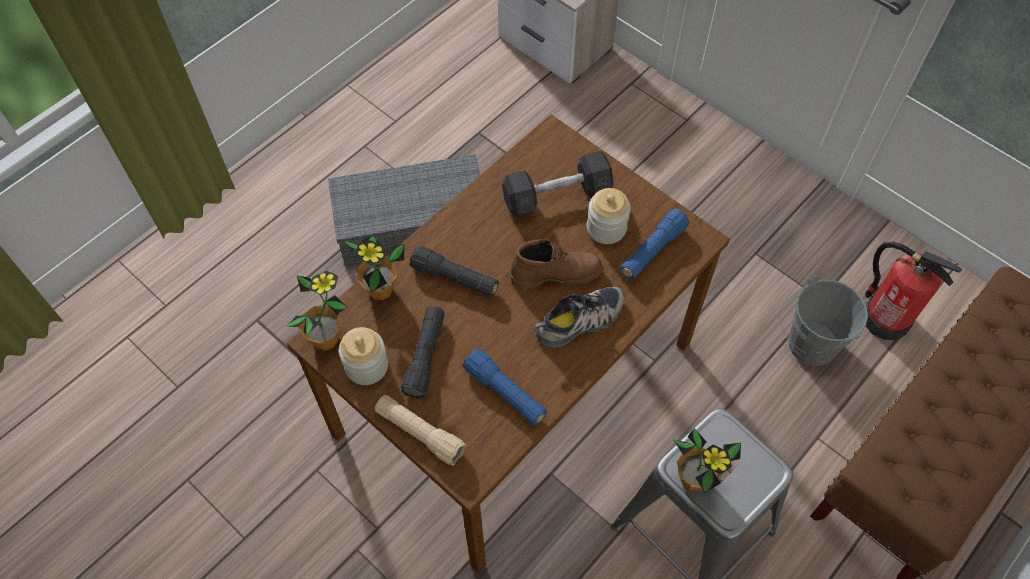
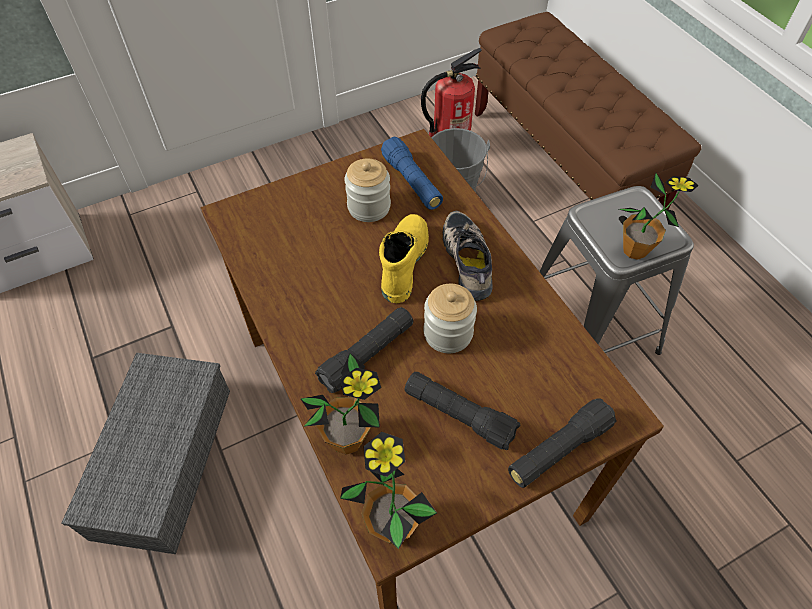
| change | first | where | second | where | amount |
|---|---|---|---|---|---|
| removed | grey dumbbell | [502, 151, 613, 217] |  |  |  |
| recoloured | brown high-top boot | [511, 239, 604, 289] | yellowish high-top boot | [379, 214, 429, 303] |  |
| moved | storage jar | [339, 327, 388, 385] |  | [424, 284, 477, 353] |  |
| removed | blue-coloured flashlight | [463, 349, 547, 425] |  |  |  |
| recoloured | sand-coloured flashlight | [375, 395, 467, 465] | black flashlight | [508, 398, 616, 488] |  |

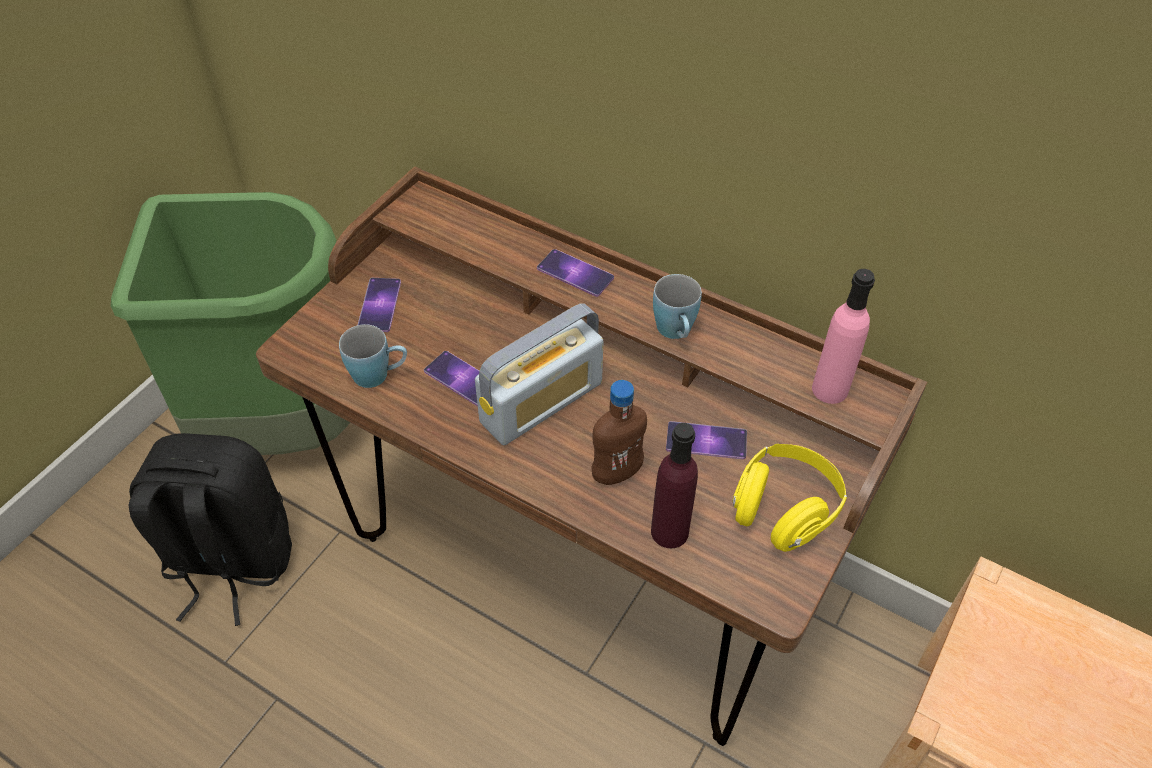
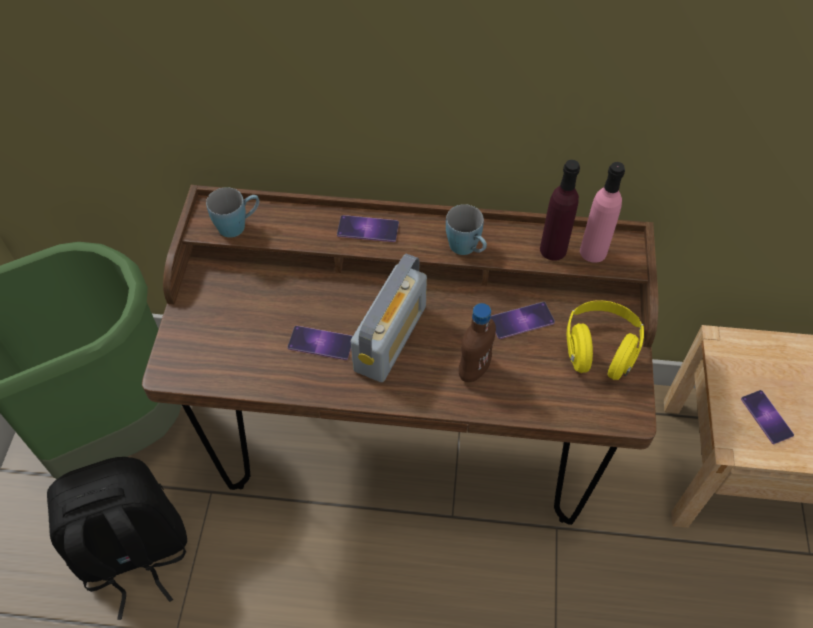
| change | first | where | second | where | amount |
|---|---|---|---|---|---|
| moved | phone | [358, 278, 401, 332] |  | [741, 390, 794, 444] |  |
| moved | blue-coloured tea mug | [339, 324, 407, 388] |  | [206, 187, 259, 238] |  |
| moved | purplish beverage bottle | [651, 423, 698, 548] |  | [540, 160, 580, 261] |  |

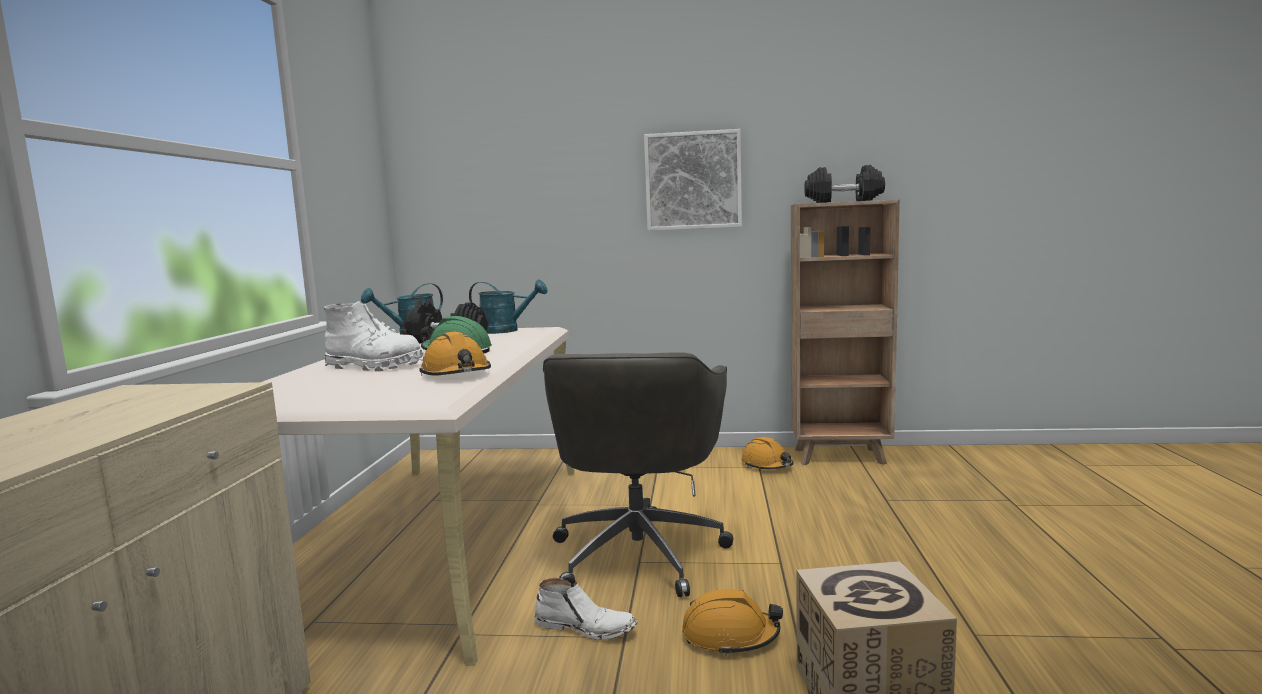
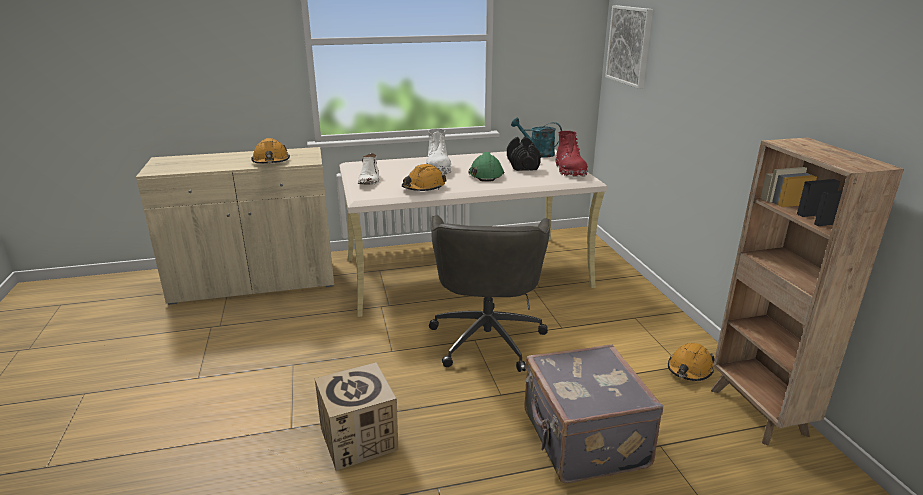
| change | first | where | second | where | amount |
|---|---|---|---|---|---|
| moved | wall picture | [644, 129, 742, 231] |  | [605, 5, 653, 89] |  |
| removed | black dumbbell | [804, 165, 885, 203] |  |  |  |
| replaced | turquoise-coloured watering pot | [469, 279, 548, 334] | red high-top boot | [555, 131, 588, 177] |  |
| turned | grey desk chair | [543, 352, 733, 597] |  | [429, 215, 551, 372] | 75 degrees counterclockwise |
| moved | white-coloured high-top boot | [534, 578, 637, 640] |  | [358, 153, 379, 184] |  |
| moved | orange-coloured safety helmet | [682, 589, 783, 656] |  | [251, 138, 290, 163] |  |
| added |  |  | grey piece of luggage | [524, 344, 663, 483] |  |

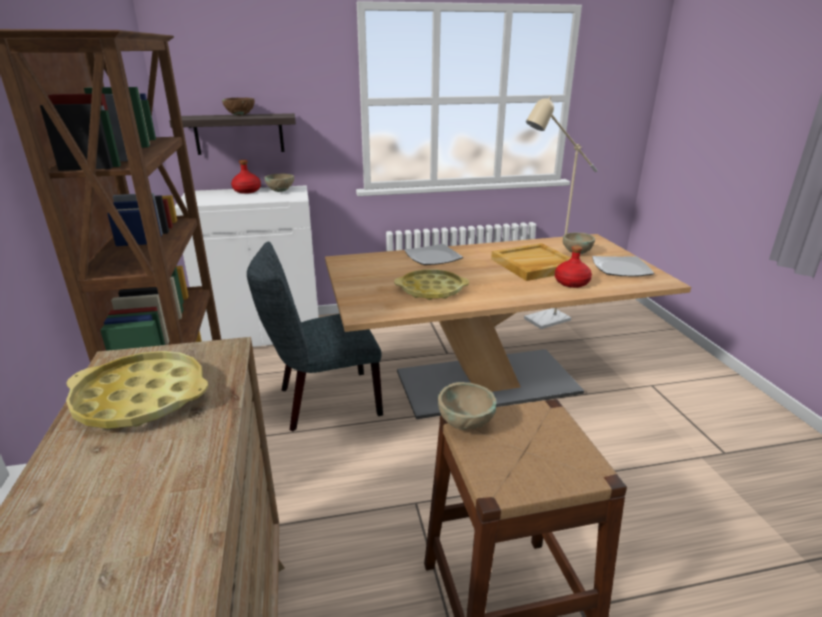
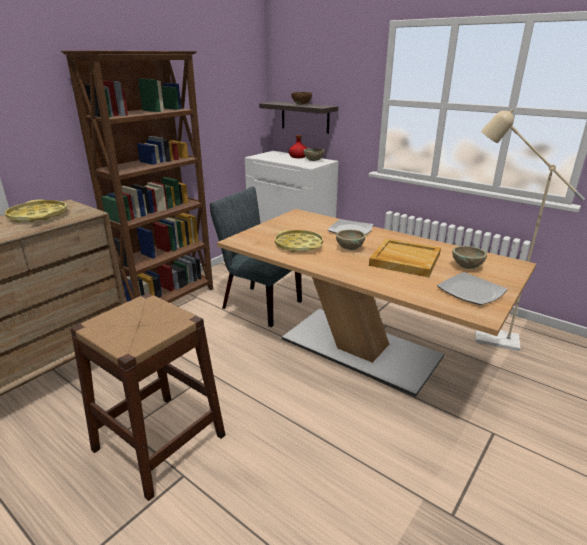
| change | first | where | second | where | amount |
|---|---|---|---|---|---|
| removed | red beverage bottle | [555, 246, 592, 288] |  |  |  |
| moved | sand-coloured deep dish | [438, 382, 497, 430] |  | [336, 230, 365, 250] |  |

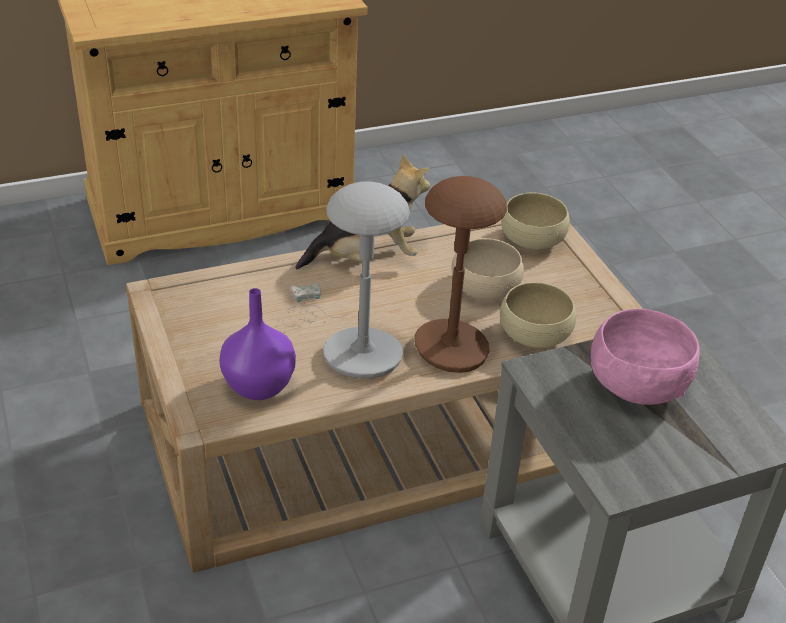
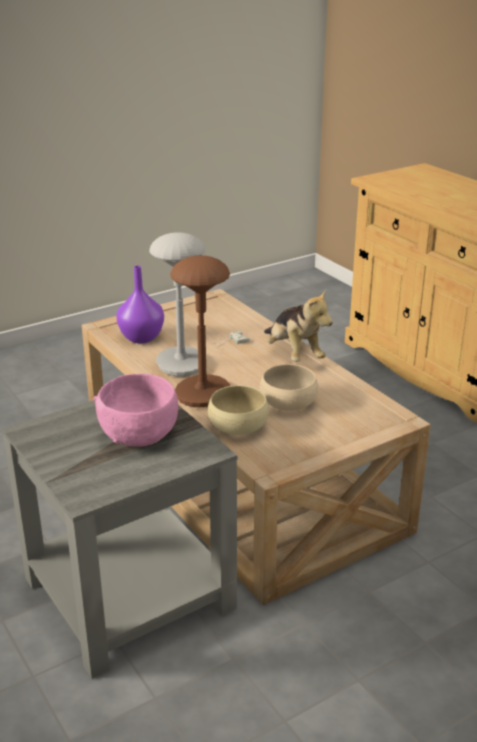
| change | first | where | second | where | amount |
|---|---|---|---|---|---|
| removed | sand-coloured deep dish | [501, 193, 570, 249] |  |  |  |

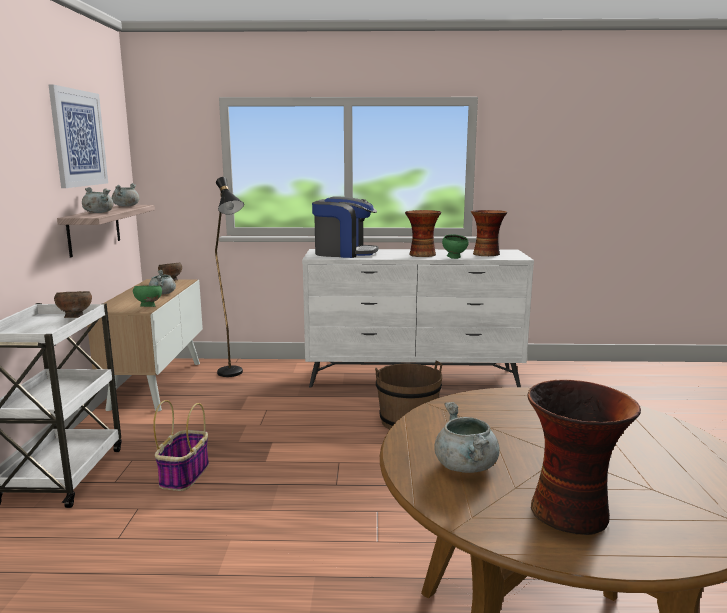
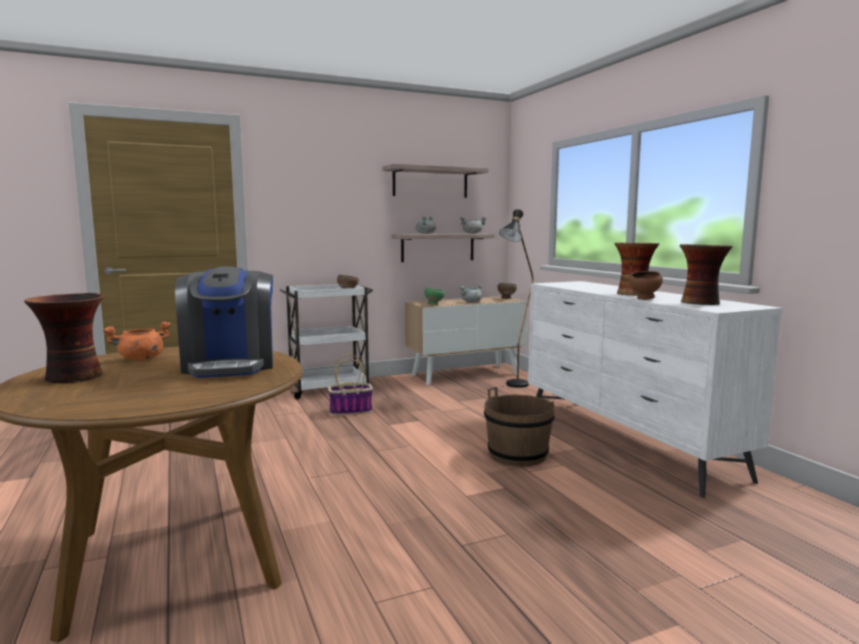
| change | first | where | second | where | amount |
|---|---|---|---|---|---|
| replaced | wall picture | [49, 85, 108, 188] | wall shelf | [382, 164, 489, 198] |  |
| moved | coffee brewer | [312, 196, 378, 258] |  | [175, 266, 273, 378] |  |
| recoloured | greenish deep dish | [442, 234, 469, 259] | brown deep dish | [629, 271, 663, 300] |  |
| recoloured | grey cooking pot | [435, 402, 500, 473] | orange-coloured cooking pot | [103, 321, 171, 361] |  |

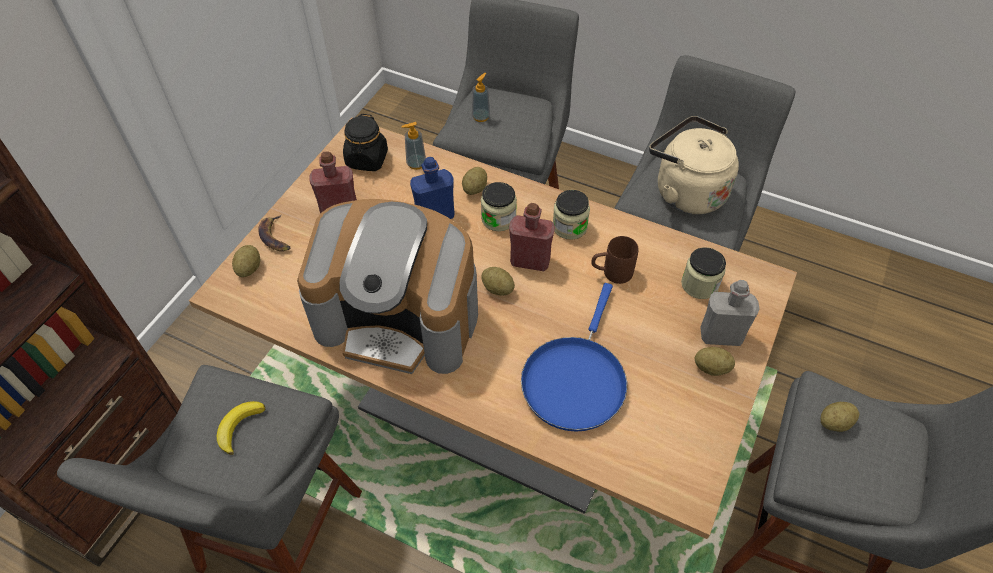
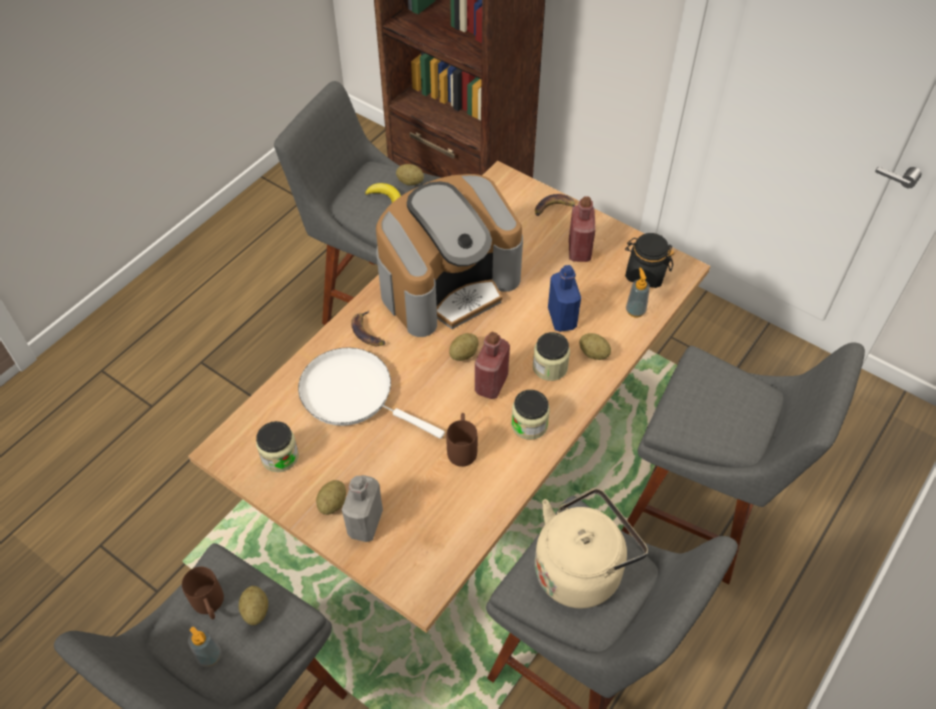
| change | first | where | second | where | amount |
|---|---|---|---|---|---|
| moved | liquid soap bottle | [472, 73, 490, 122] |  | [188, 627, 222, 667] |  |
| turned | coffee brewer | [297, 199, 478, 374] |  | [376, 174, 523, 337] | 150 degrees counterclockwise |
| moved | spud | [232, 245, 261, 277] |  | [396, 164, 424, 186] |  |
| moved | storage jar | [681, 247, 726, 299] |  | [256, 421, 299, 472] |  |
| recoloured | blue-coloured frying pan | [521, 283, 627, 432] | white-coloured frying pan | [298, 347, 445, 439] |  |
| added |  |  | whole banana | [351, 311, 385, 346] |  |
| added |  |  | brown tea mug | [182, 567, 224, 619] |  |

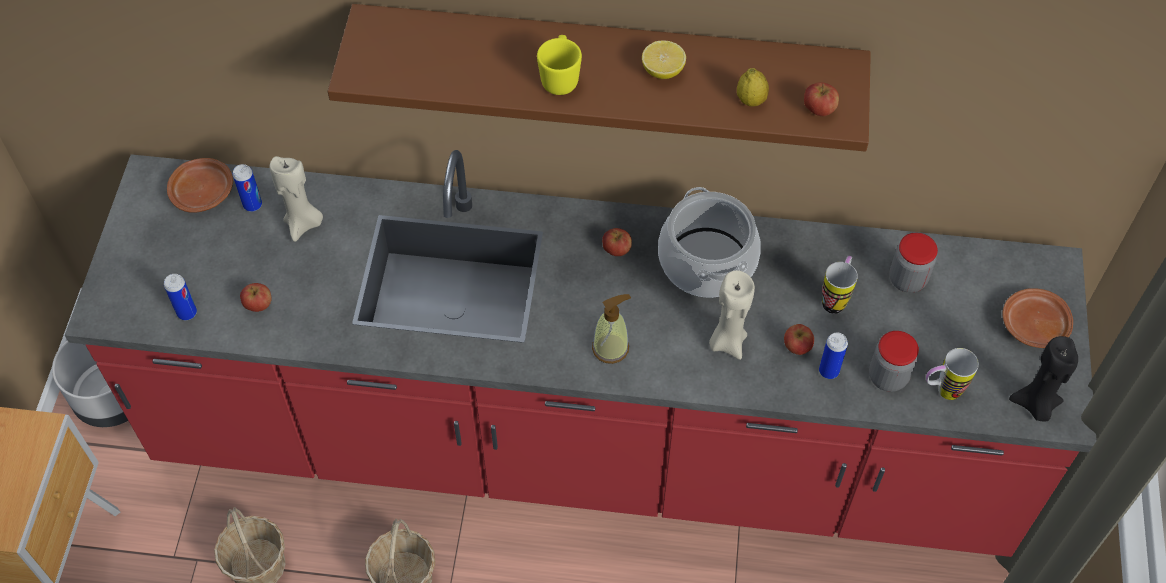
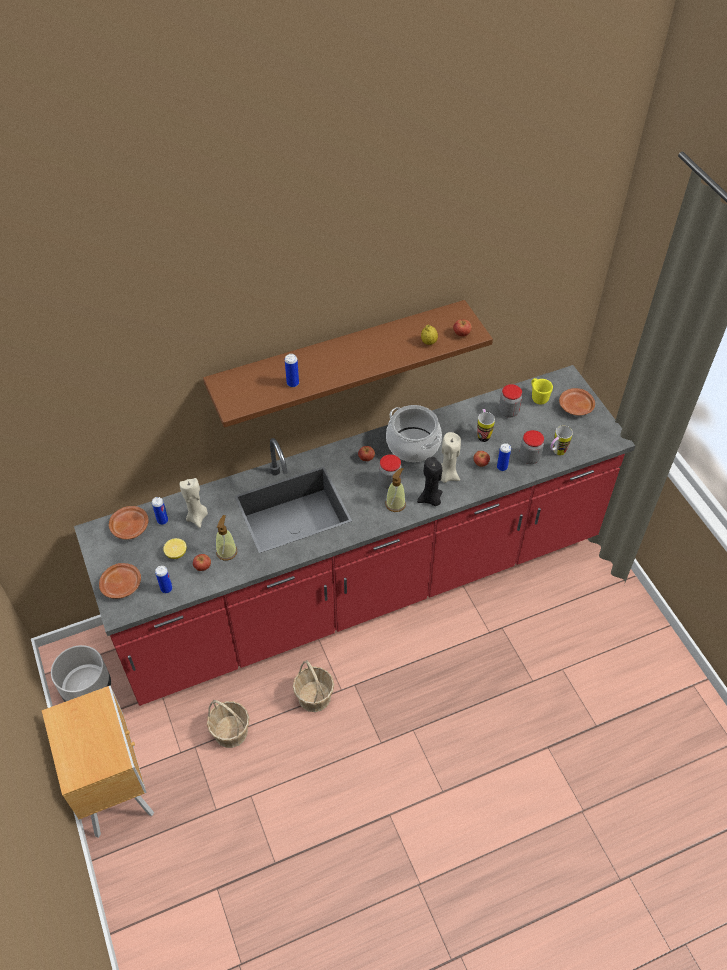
| change | first | where | second | where | amount |
|---|---|---|---|---|---|
| moved | yellowish tea mug | [537, 35, 582, 95] |  | [531, 378, 553, 404] |  |
| moved | lemon | [642, 41, 686, 79] |  | [163, 538, 186, 559] |  |
| moved | black candle | [1009, 336, 1078, 422] |  | [417, 457, 443, 506] |  |
| added |  |  | sealed can | [285, 354, 299, 387] |  |
| added |  |  | storage jar | [379, 454, 402, 489] |  |
| added |  |  | liquid soap bottle | [216, 515, 237, 561] |  |
| added |  |  | brown plate | [99, 563, 141, 599] |  |

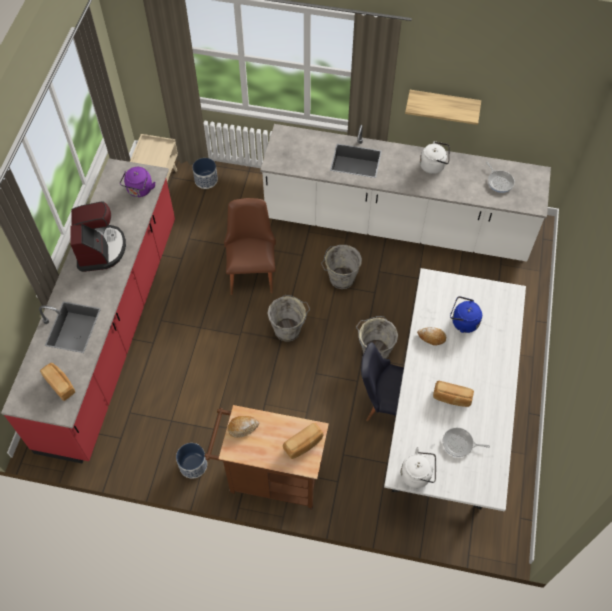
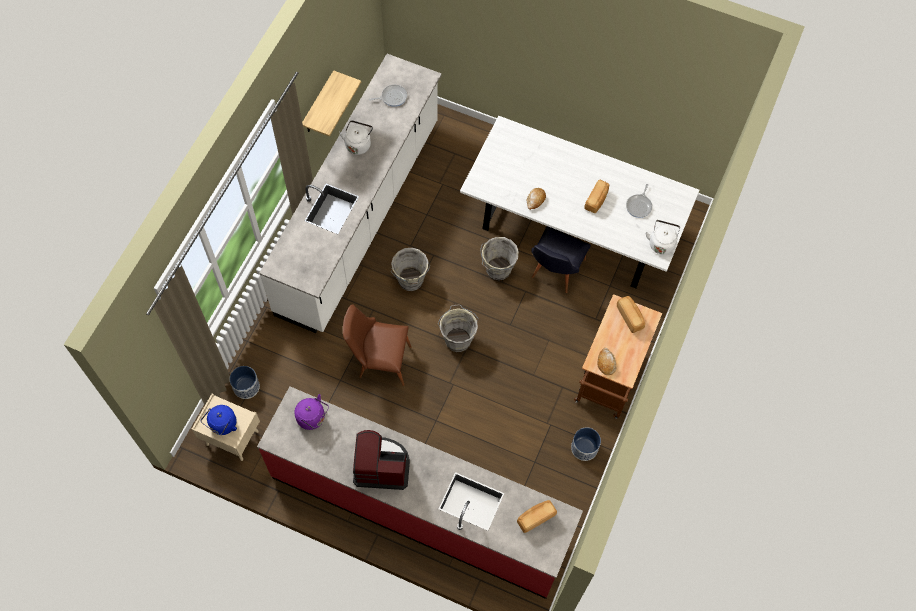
| change | first | where | second | where | amount |
|---|---|---|---|---|---|
| moved | blue-coloured tea kettle | [450, 296, 482, 333] |  | [201, 405, 237, 435] |  |

